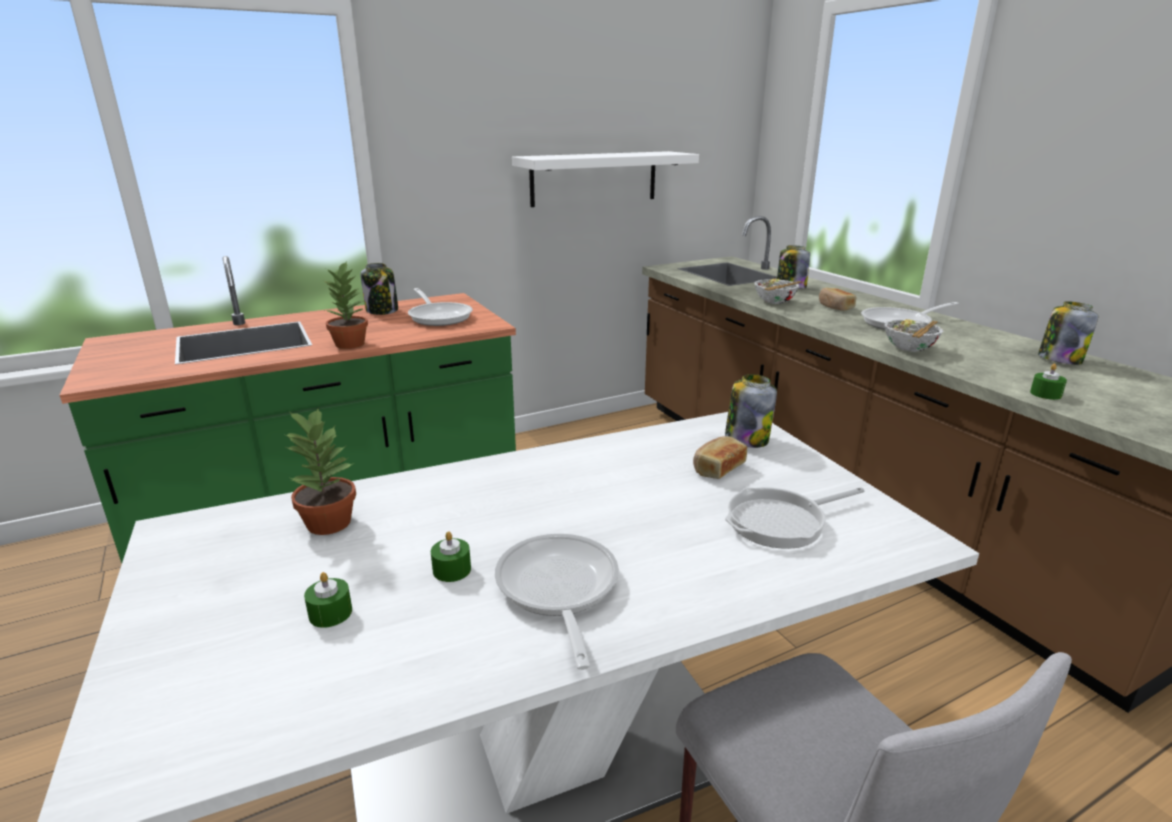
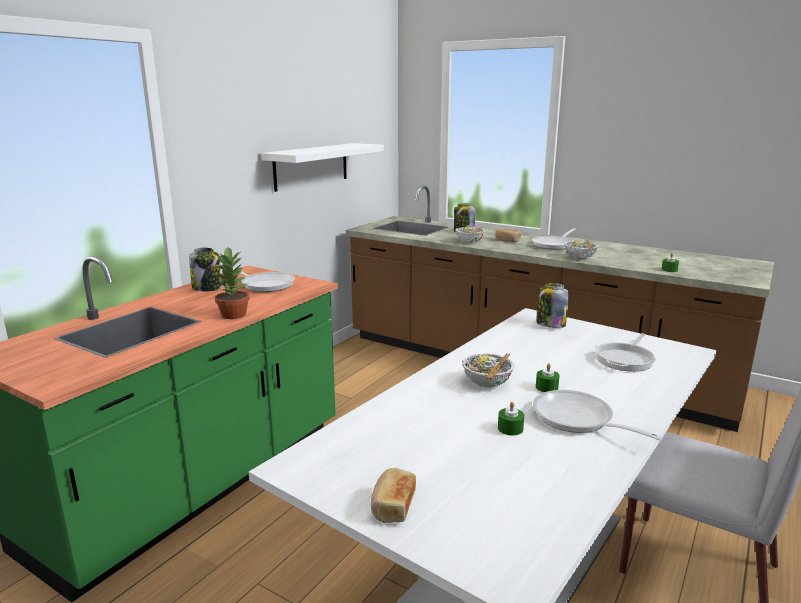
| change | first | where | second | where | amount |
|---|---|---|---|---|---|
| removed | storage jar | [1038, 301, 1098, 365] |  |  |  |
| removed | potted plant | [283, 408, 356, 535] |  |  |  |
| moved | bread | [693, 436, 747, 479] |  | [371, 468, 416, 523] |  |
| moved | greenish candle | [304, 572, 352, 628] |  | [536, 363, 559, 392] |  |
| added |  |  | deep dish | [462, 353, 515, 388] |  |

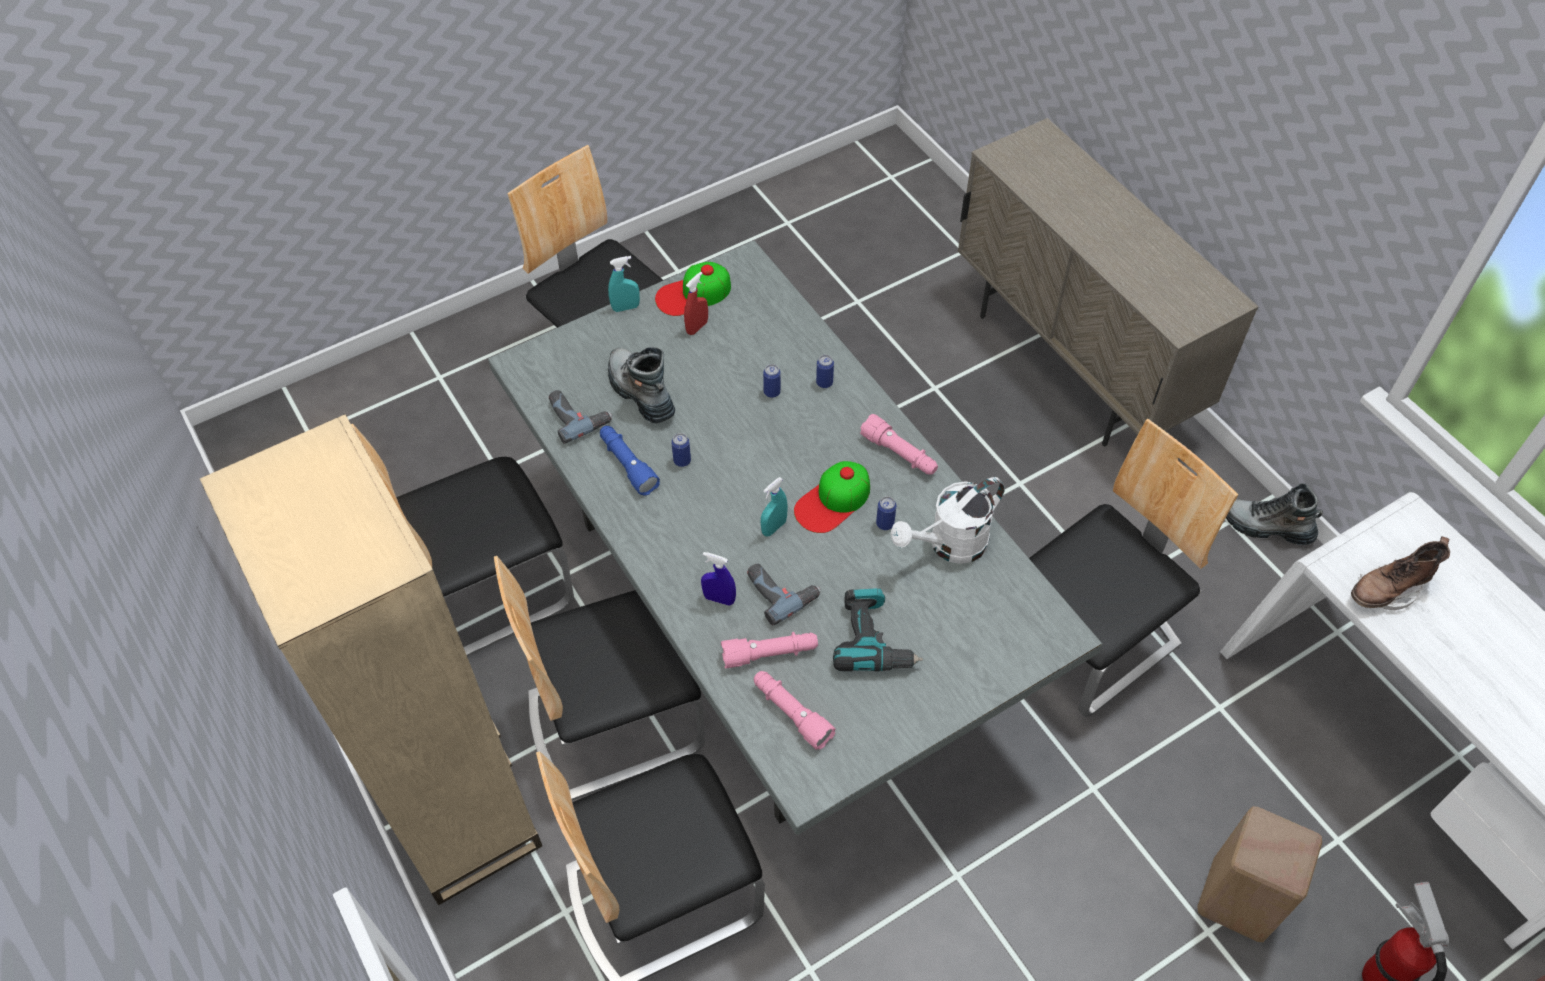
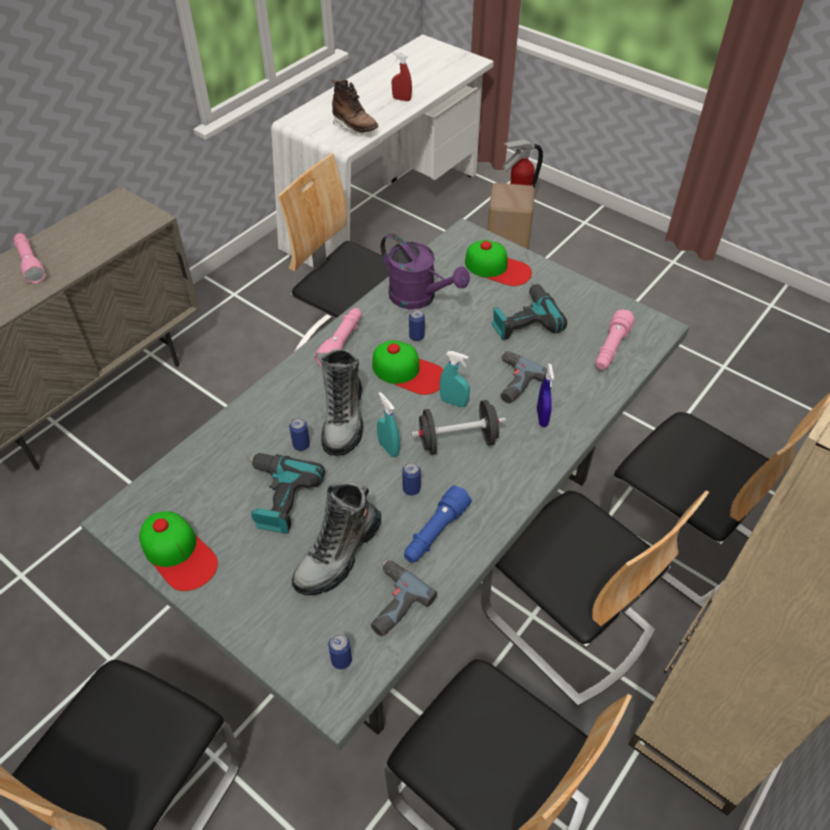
| change | first | where | second | where | amount |
|---|---|---|---|---|---|
| moved | turquoise-coloured hand sprayer | [608, 256, 640, 312] |  | [377, 392, 400, 457] |  |
| moved | red hand sprayer | [684, 272, 708, 335] |  | [392, 52, 412, 101] |  |
| moved | sealed can | [816, 355, 834, 388] |  | [328, 633, 352, 669] |  |
| recoloured | white-coloured watering pot | [890, 477, 1005, 564] | purplish watering pot | [381, 234, 470, 310] |  |
| moved | high-top boot | [1226, 483, 1323, 545] |  | [320, 349, 363, 456] |  |
| moved | pink-coloured flashlight | [721, 632, 818, 668] |  | [14, 233, 46, 284] |  |
| added |  |  | baseball cap | [465, 240, 532, 286] |  |
| added |  |  | black dumbbell | [411, 400, 506, 455] |  |
| added |  |  | drill | [247, 453, 325, 534] |  |

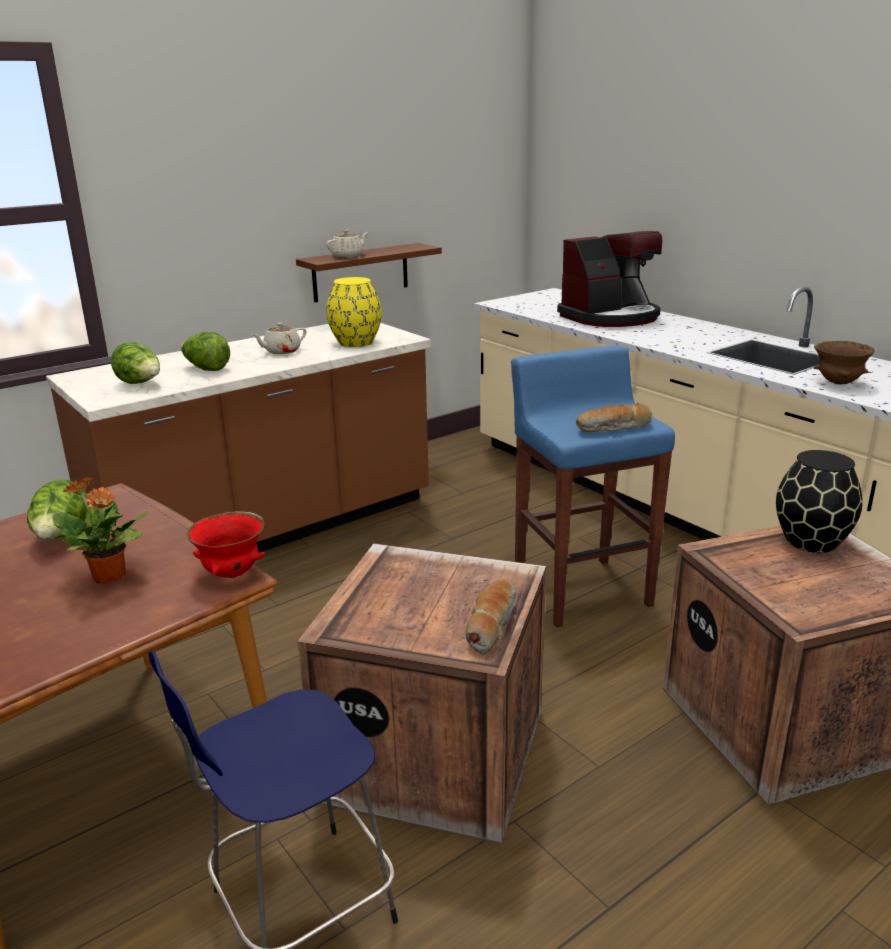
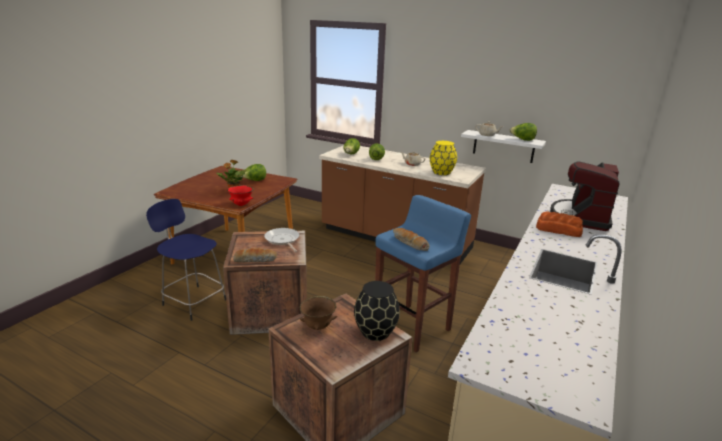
| change | first | where | second | where | amount |
|---|---|---|---|---|---|
| turned | coffee brewer | [557, 231, 662, 327] |  | [550, 162, 620, 231] | 75 degrees clockwise |
| recoloured | brown wall shelf | [296, 243, 442, 302] | white-coloured wall shelf | [461, 130, 546, 163] |  |
| moved | brown deep dish | [813, 341, 875, 384] |  | [300, 296, 337, 330] |  |
| added |  |  | lettuce | [510, 123, 537, 141] |  |
| added |  |  | bread | [536, 211, 583, 237] |  |
| added |  |  | frying pan | [264, 228, 299, 252] |  |

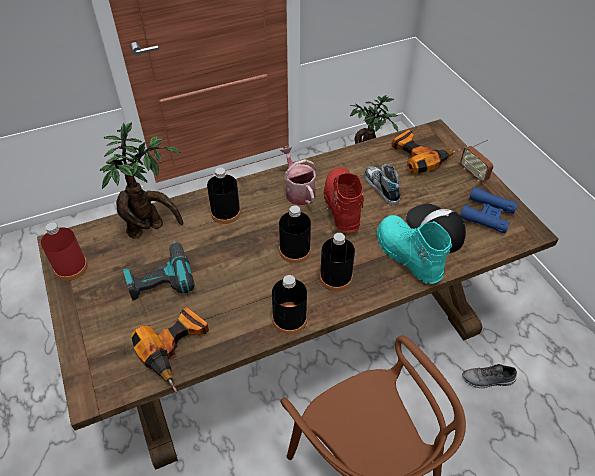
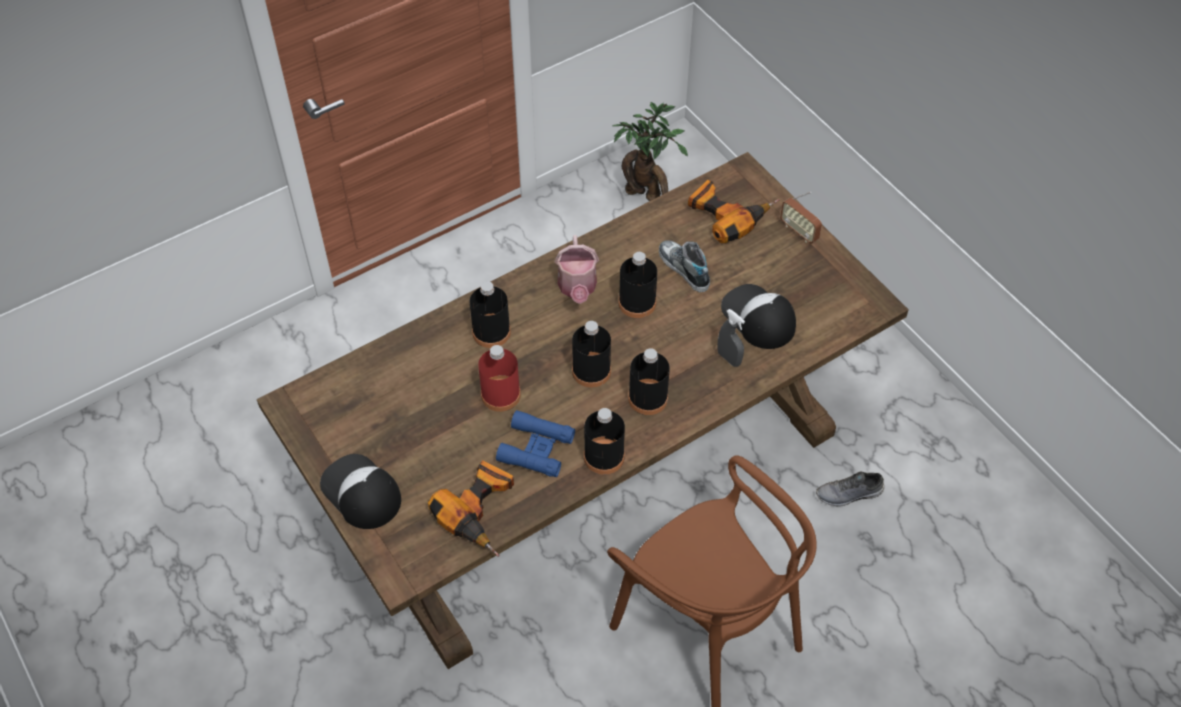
| change | first | where | second | where | amount |
|---|---|---|---|---|---|
| removed | potted plant | [100, 122, 183, 238] |  |  |  |
| turned | watering pot | [280, 147, 317, 205] |  | [555, 235, 599, 304] | 150 degrees counterclockwise |
| replaced | red high-top boot | [324, 167, 364, 233] | black beverage bottle | [619, 252, 657, 318] |  |
| moved | blue-coloured binoculars | [460, 187, 518, 234] |  | [496, 410, 575, 477] |  |
| replaced | turquoise-coloured high-top boot | [377, 215, 452, 284] | grey hand sprayer | [717, 309, 745, 367] |  |
| moved | red beverage bottle | [41, 222, 88, 281] |  | [478, 345, 521, 412] |  |
| removed | drill | [123, 240, 195, 300] |  |  |  |
| added |  |  | baseball cap | [320, 454, 401, 529] |  |

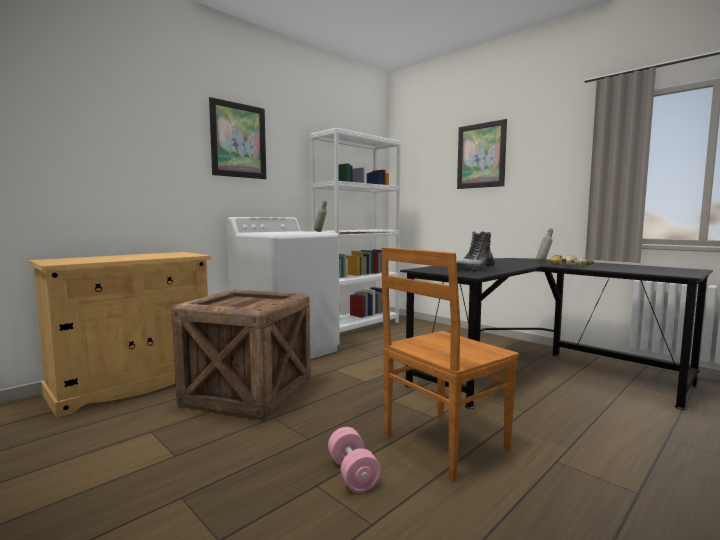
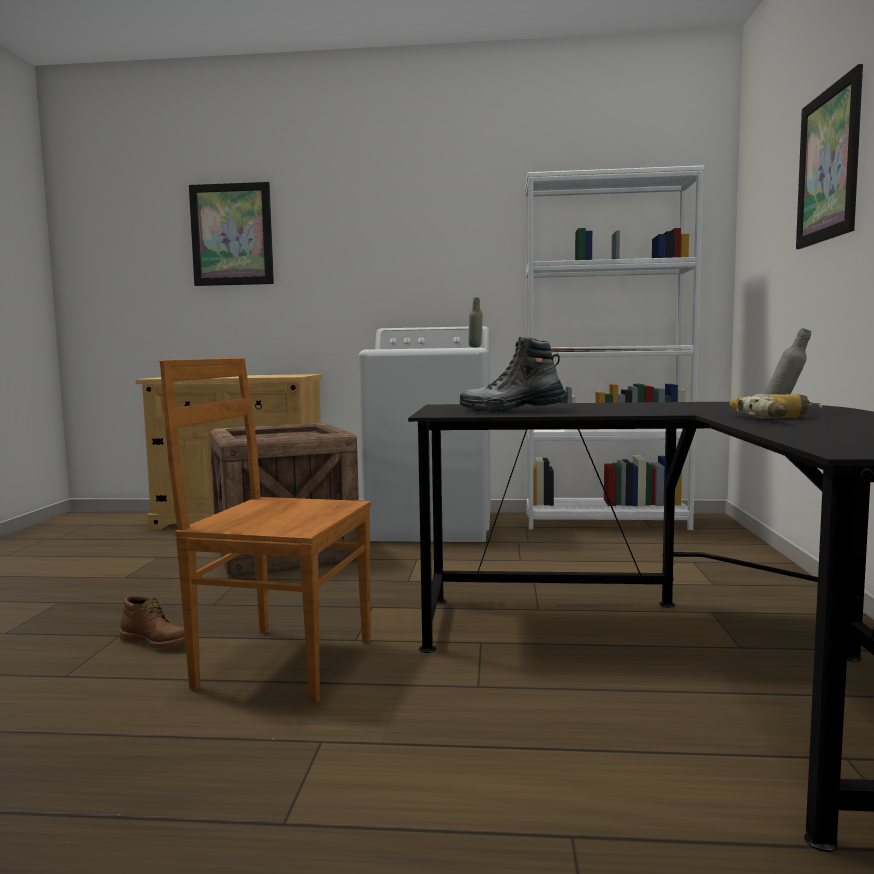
| change | first | where | second | where | amount |
|---|---|---|---|---|---|
| moved | wall picture | [209, 97, 266, 179] |  | [189, 182, 274, 286] |  |
| replaced | pink-coloured dumbbell | [328, 427, 381, 493] | brown high-top boot | [120, 596, 185, 648] |  |

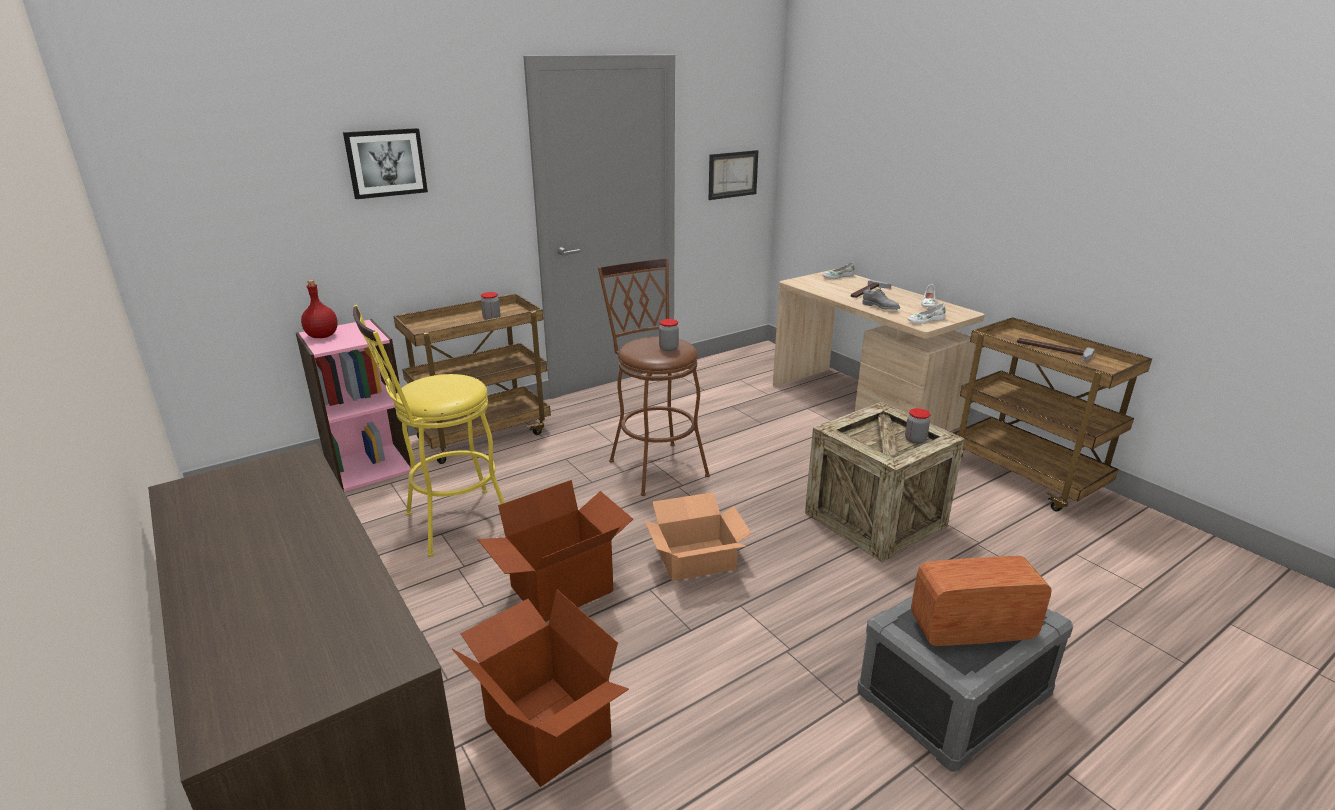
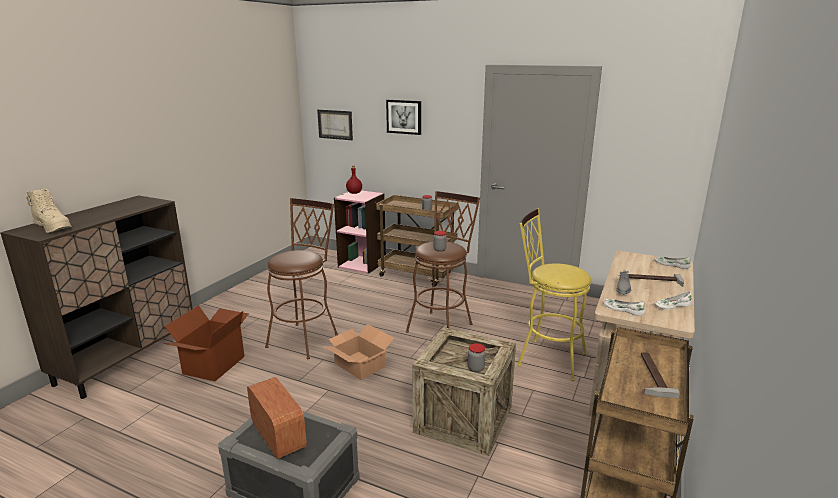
| change | first | where | second | where | amount |
|---|---|---|---|---|---|
| moved | wall picture | [709, 150, 758, 200] |  | [317, 109, 353, 140] |  |
| moved | yellowish stool | [353, 305, 505, 557] |  | [518, 209, 591, 381] |  |
| replaced | carton | [477, 480, 633, 622] | brown stool | [265, 198, 338, 359] |  |
| added |  |  | sand-coloured high-top boot | [26, 188, 72, 233] |  |

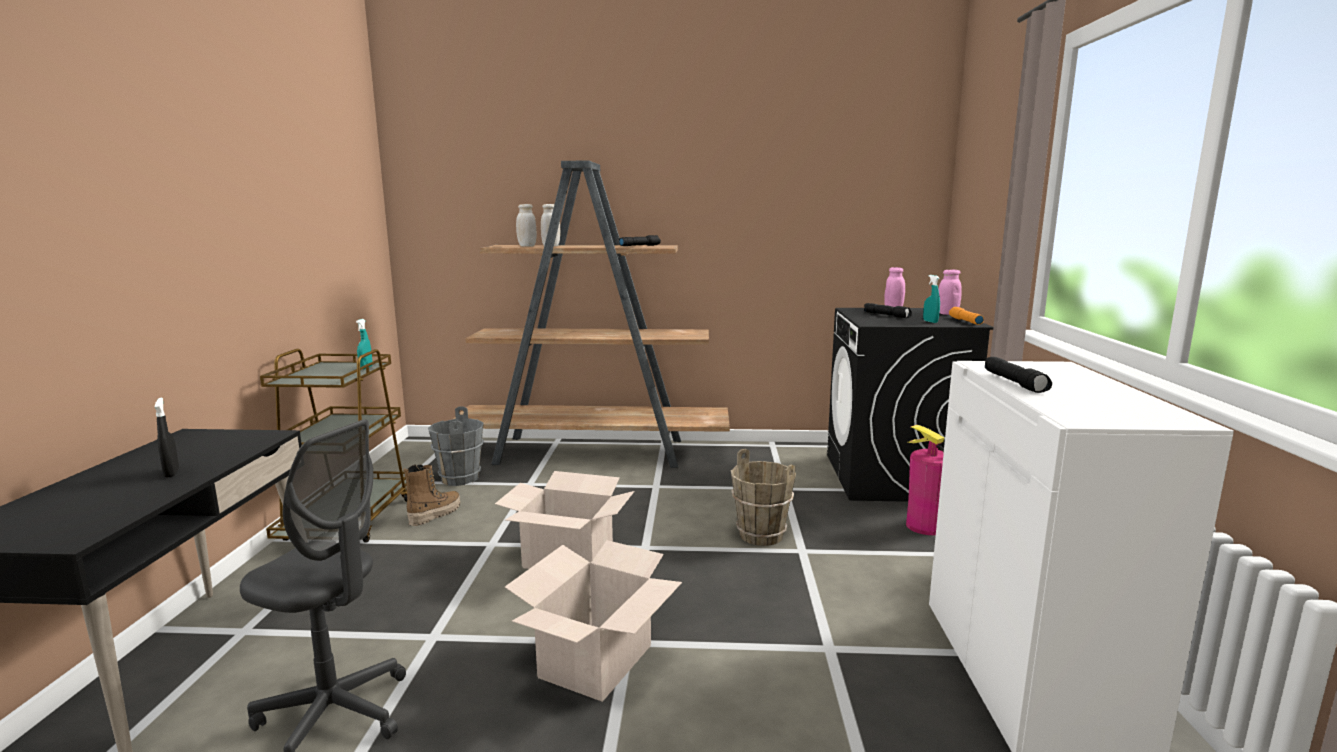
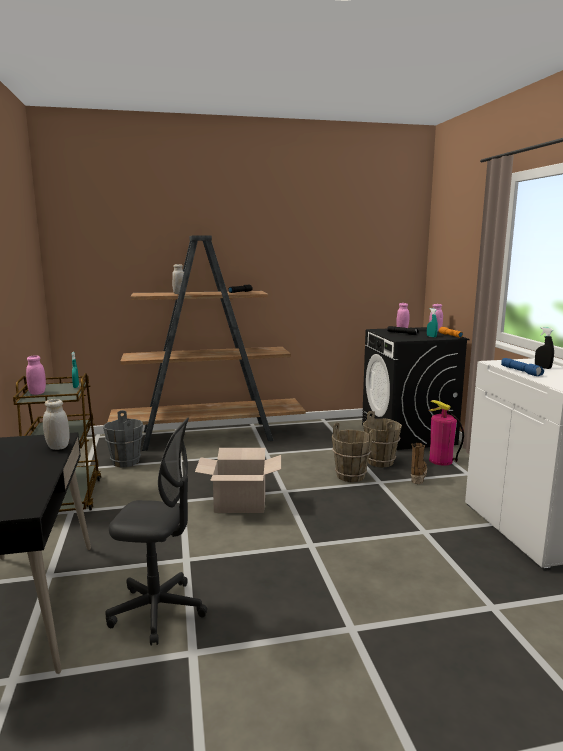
| change | first | where | second | where | amount |
|---|---|---|---|---|---|
| moved | white-coloured storage jar | [516, 204, 537, 247] |  | [43, 399, 70, 450] |  |
| recoloured | black flashlight | [985, 357, 1052, 393] | blue-coloured flashlight | [501, 358, 544, 376] |  |
| moved | black hand sprayer | [154, 397, 179, 478] |  | [535, 327, 554, 369] |  |
| moved | high-top boot | [403, 464, 460, 526] |  | [411, 443, 427, 484] |  |
| removed | carton | [505, 540, 682, 702] |  |  |  |
| added |  |  | pink-coloured storage jar | [26, 355, 46, 395] |  |
| added |  |  | brown bucket | [363, 411, 402, 468] |  |

